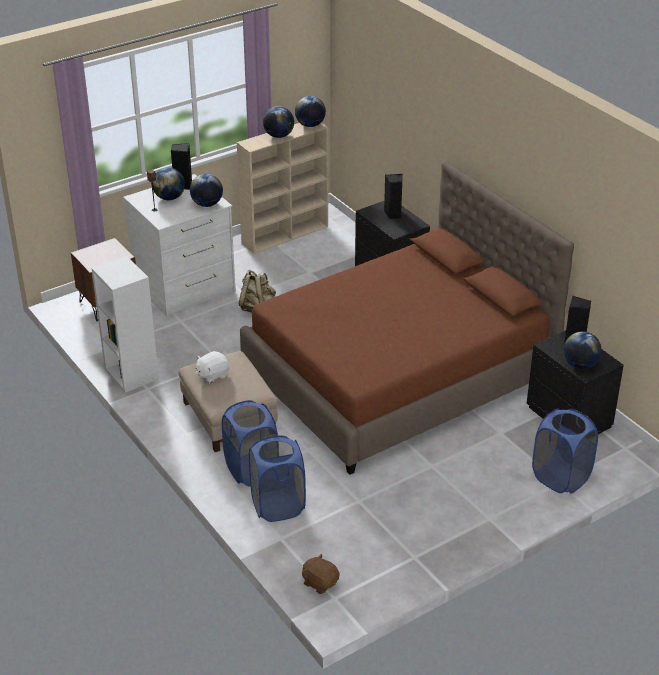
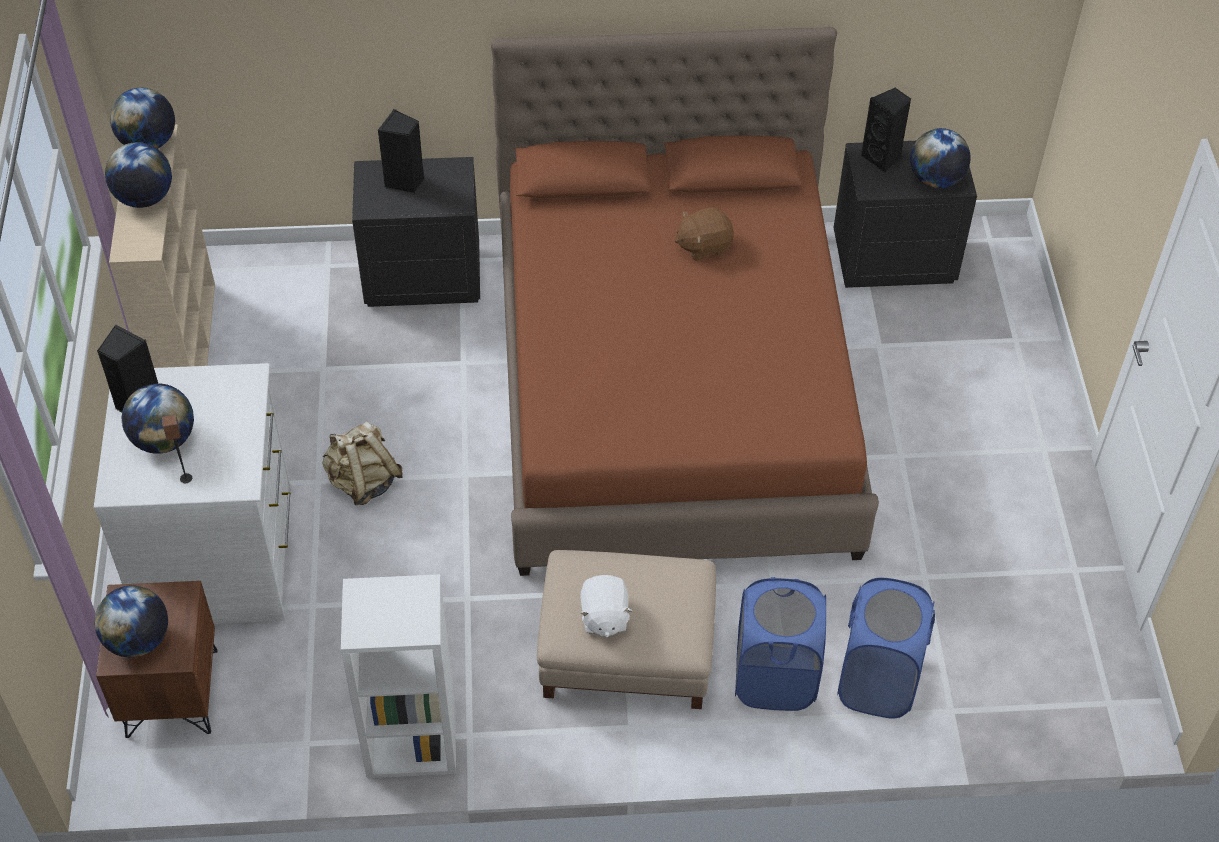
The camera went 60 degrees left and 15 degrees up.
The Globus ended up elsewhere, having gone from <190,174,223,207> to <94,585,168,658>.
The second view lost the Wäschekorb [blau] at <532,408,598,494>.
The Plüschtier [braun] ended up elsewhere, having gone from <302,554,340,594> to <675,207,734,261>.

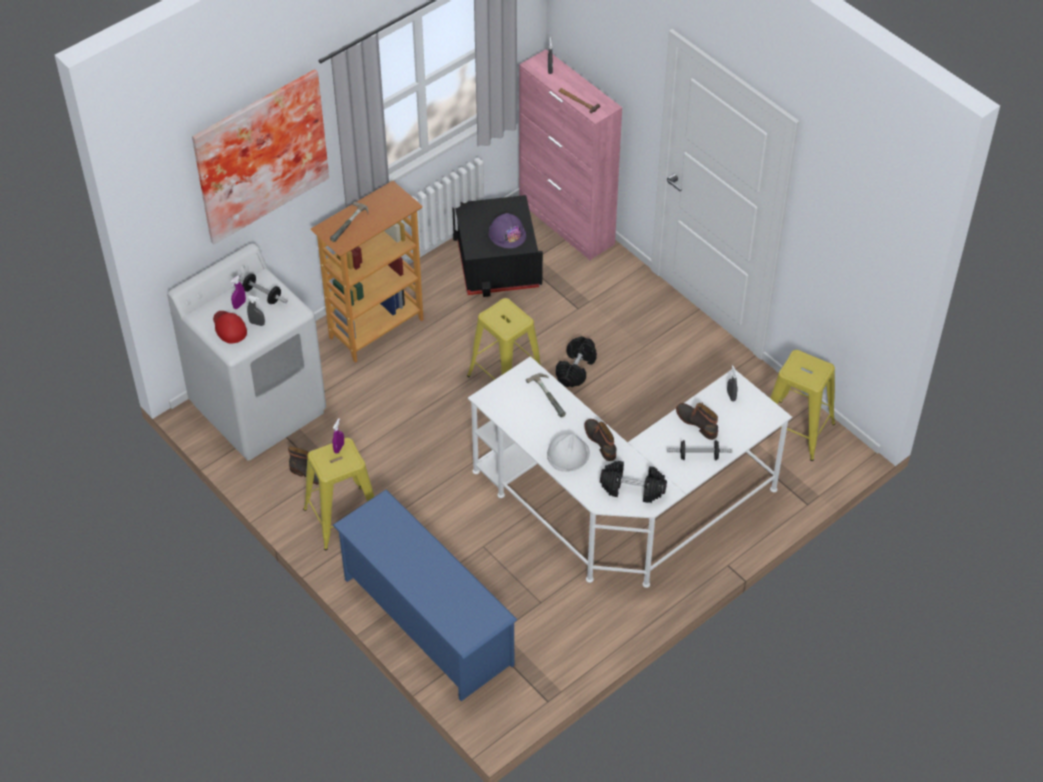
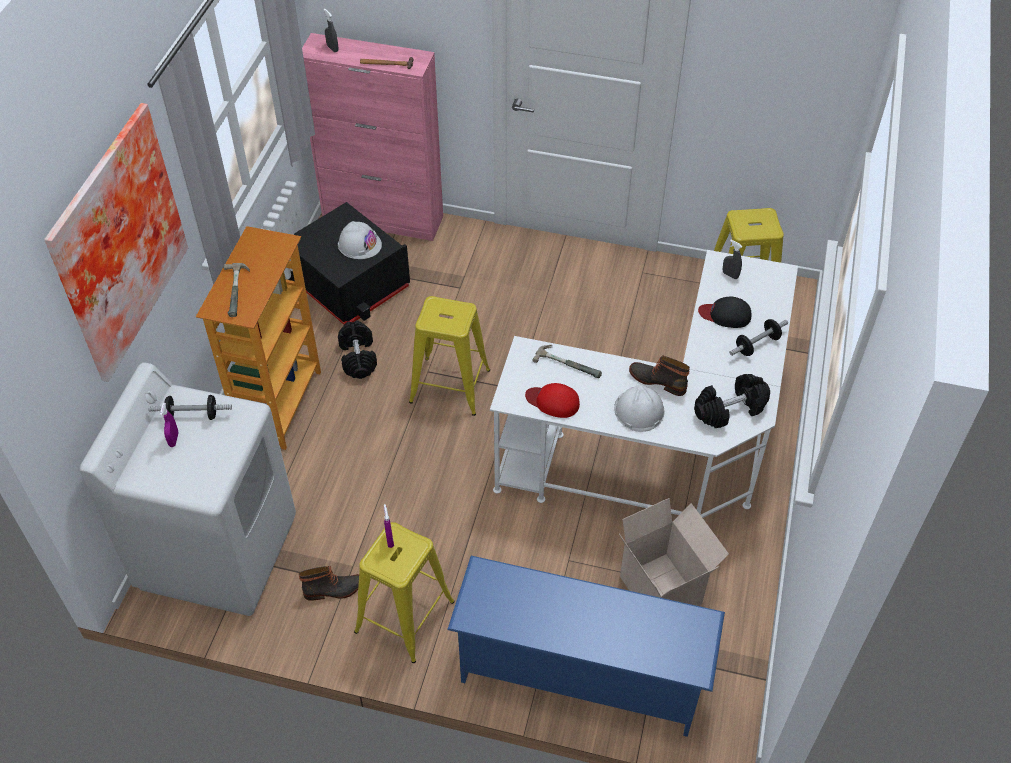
The camera went 35 degrees left and 0 degrees up.
What was the Schutzhelm [lila] at <489,213,526,248> turned into the Schutzhelm [weiß] at <338,221,382,259>.
The second view lost the Sprühflasche [grau] at <247,295,265,326>.
The Kappe [rot] ended up elsewhere, having gone from <213,311,247,343> to <525,383,580,418>.
The Hantel [schwarz] ended up elsewhere, having gone from <556,336,597,387> to <338,320,377,379>.
Where the Stiefel stood at <676,402,718,440>, the Kappe [schwarz] came to stand at <698,297,751,328>.
The second view gained the Karton at <619,498,729,606>.

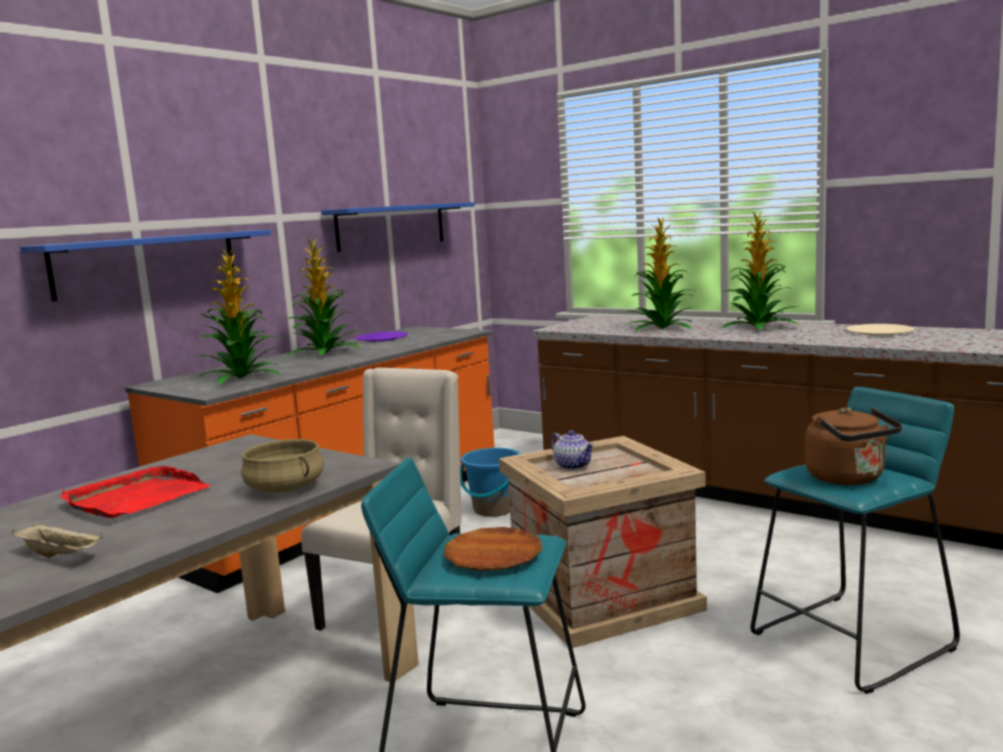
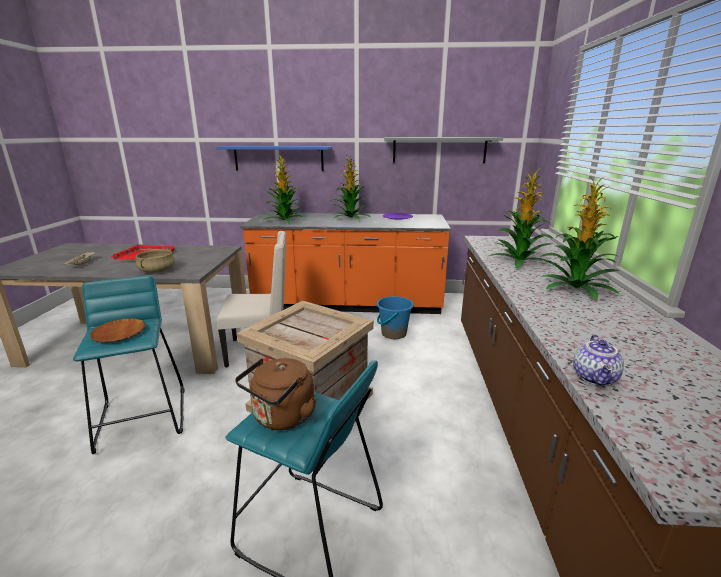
The camera went 55 degrees right and 10 degrees up.
What was the Wandregal [blau] at <321,202,475,252> turned into the Wandregal [grau] at <384,137,503,163>.
The second view lost the Teller [beige] at <846,324,914,336>.
The Teekanne ended up elsewhere, having gone from <550,430,594,470> to <573,335,624,386>.

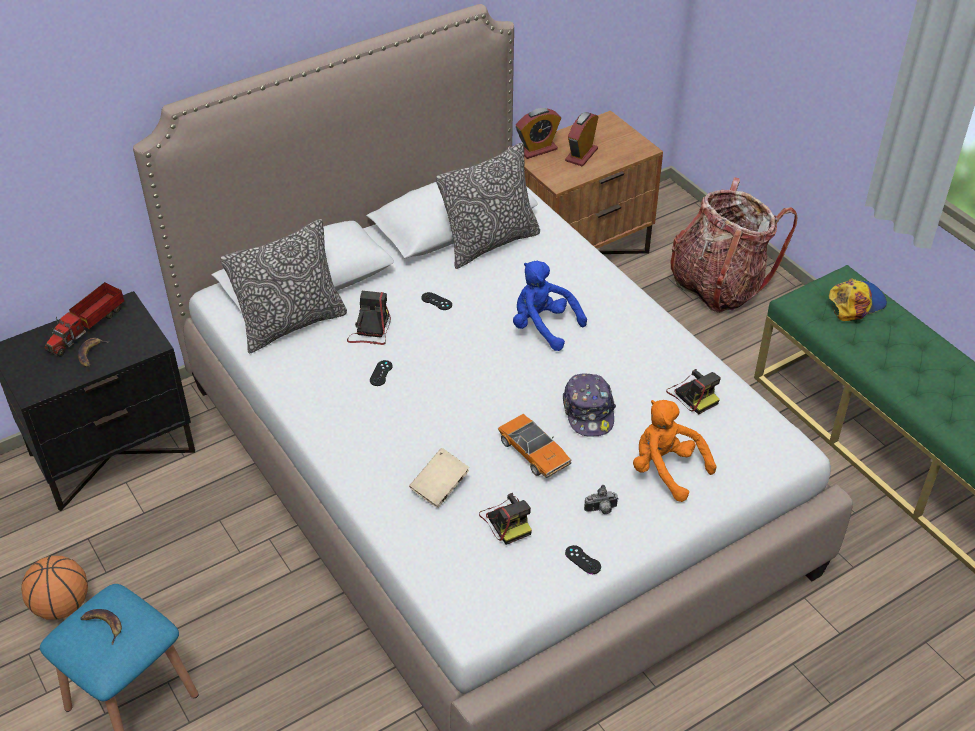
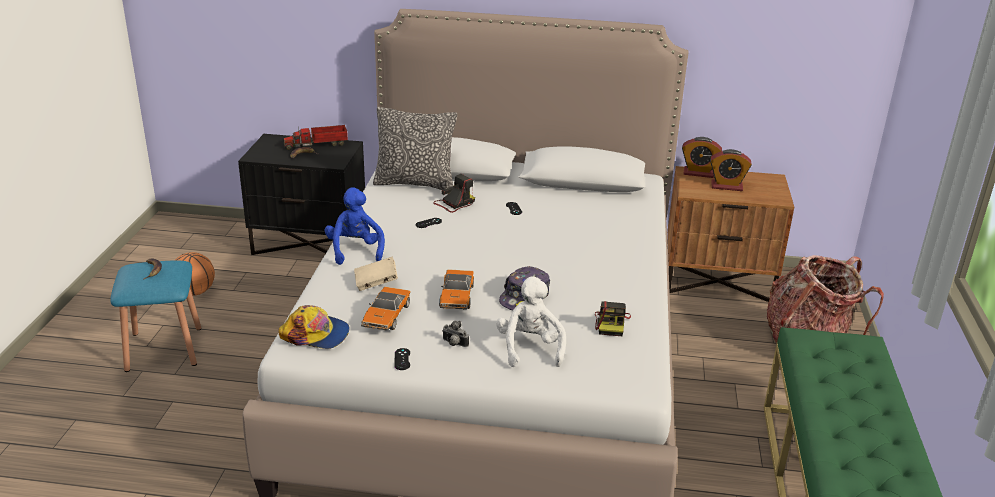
The camera went 40 degrees right and 15 degrees down.
The Wecker at <565,112,598,166> ended up facing another way, 150 degrees counterclockwise from before.
The second view lost the Kissen at <436,142,540,269>.
The Plüschtier [blau] ended up elsewhere, having gone from <513,261,587,351> to <325,188,385,265>.
The Kappe ended up elsewhere, having gone from <829,278,887,321> to <278,305,350,349>.
What was the Plüschtier [orange] at <633,400,716,502> turned into the Plüschtier [weiß] at <496,276,566,367>.
Where the Kamera stood at <479,493,532,545>, the Spielzeugauto came to stand at <361,287,411,331>.

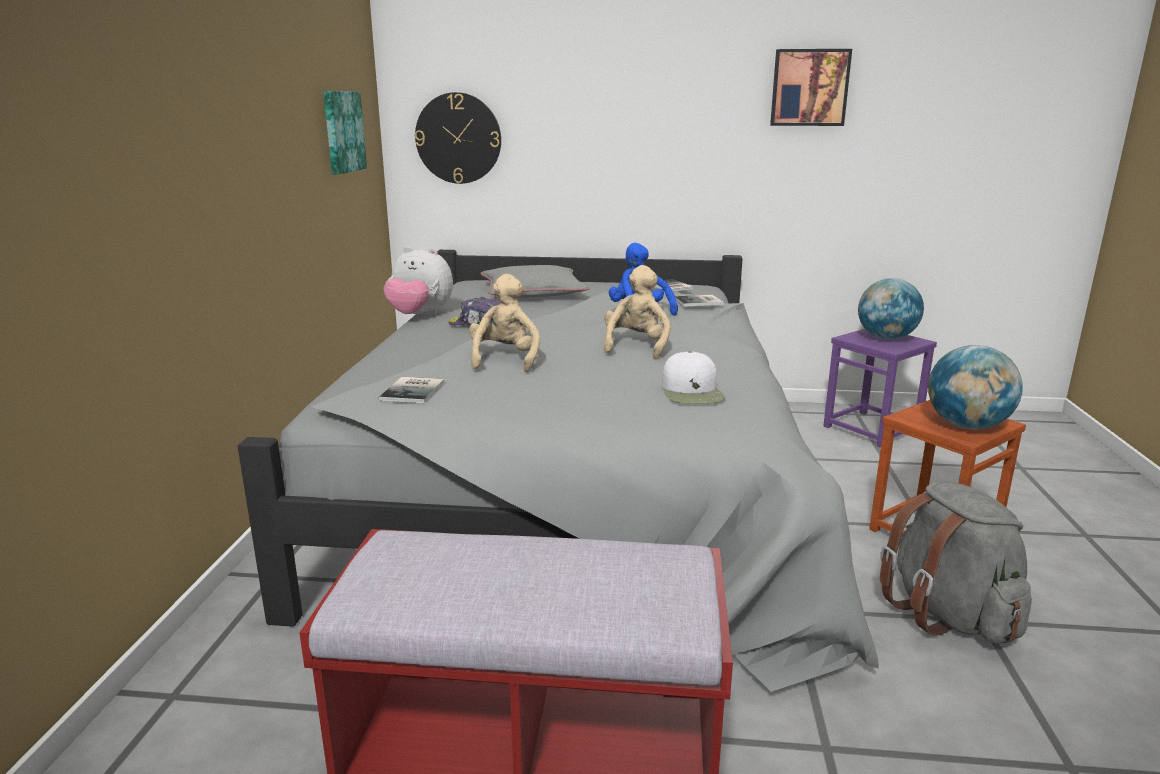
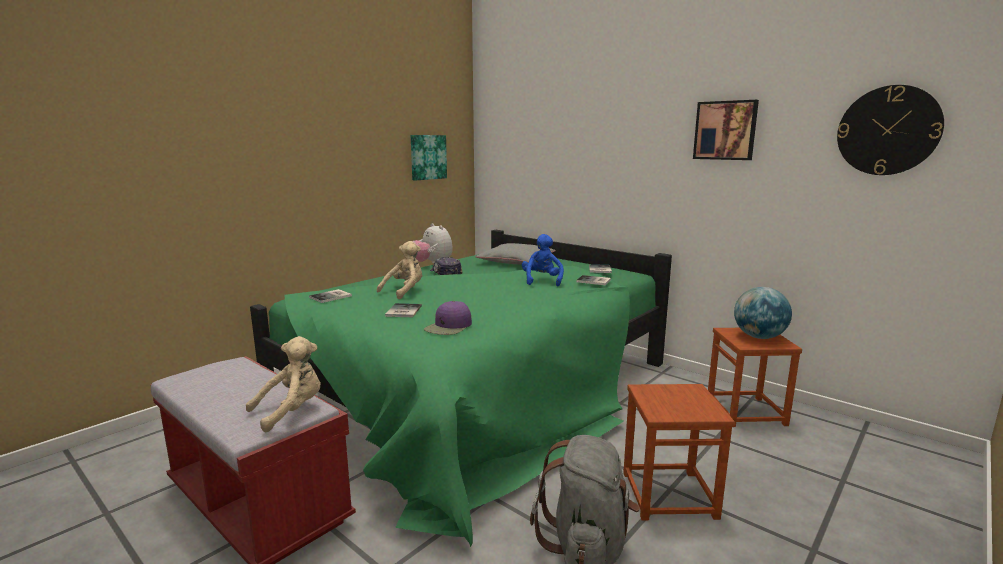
The camera went 35 degrees right and 5 degrees down.
The Wanduhr ended up elsewhere, having gone from <415,92,501,184> to <837,85,944,175>.
What was the Bett [grau] at <238,250,879,692> turned into the Bett [grün] at <250,230,672,547>.
The Plüschtier [beige] ended up elsewhere, having gone from <604,265,671,359> to <246,336,321,432>.
What was the Hocker [lila] at <823,329,937,448> turned into the Hocker [braun] at <708,328,802,427>.
The second view lost the Globus at <928,345,1023,430>.
What was the Kappe [weiß] at <662,351,725,404> turned into the Kappe [lila] at <424,301,472,335>.
The second view gained the Buch at <385,303,422,317>.

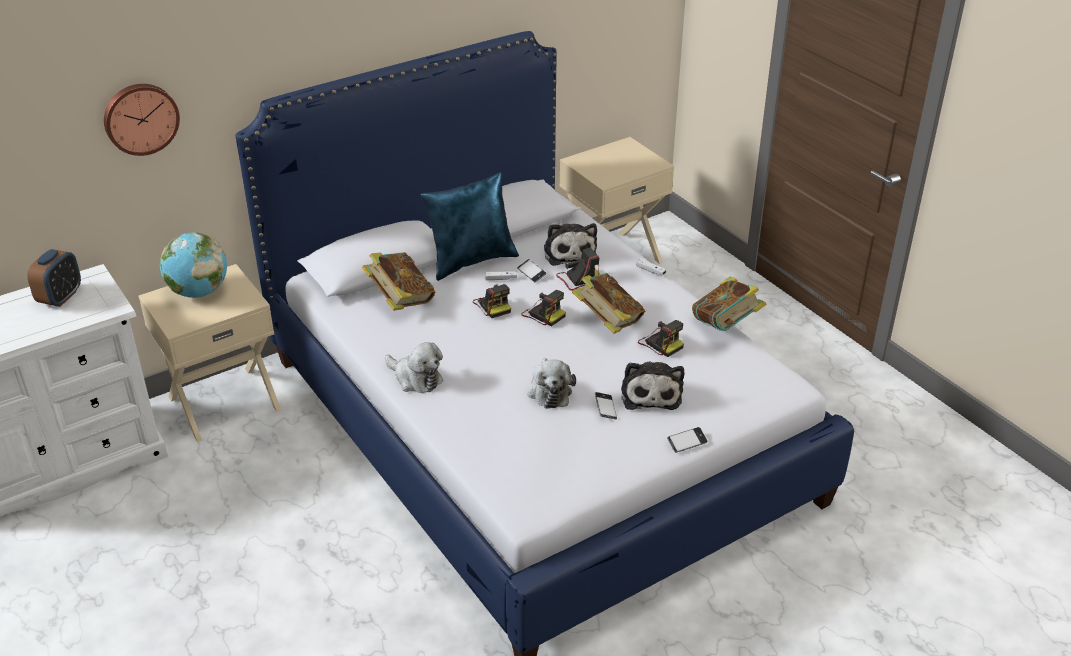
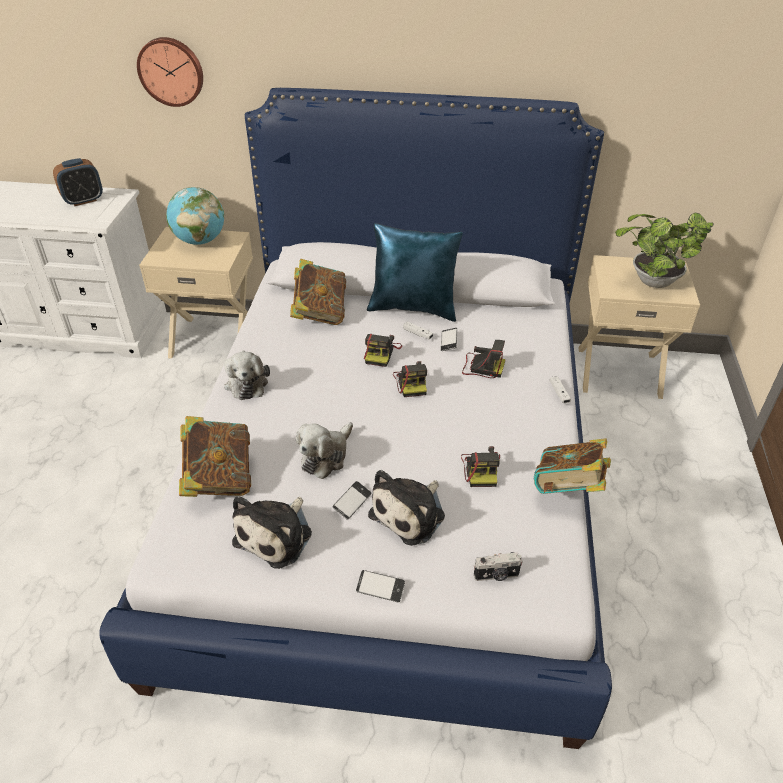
The camera went 40 degrees right and 5 degrees up.
The Plüschtier ended up elsewhere, having gone from <544,223,597,266> to <232,496,312,569>.
The Buch ended up elsewhere, having gone from <572,273,646,334> to <179,416,251,497>.
The second view gained the Topfpflanze at <615,213,713,288>.
The second view gained the Kamera at <474,552,523,581>.

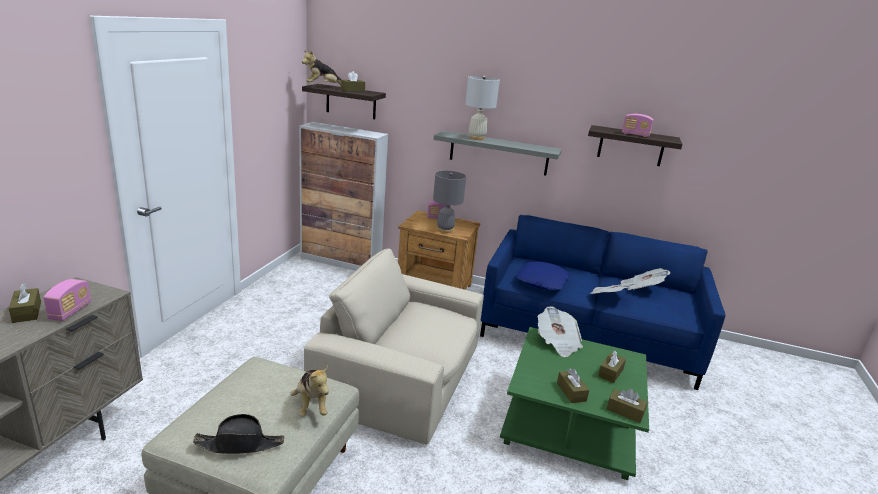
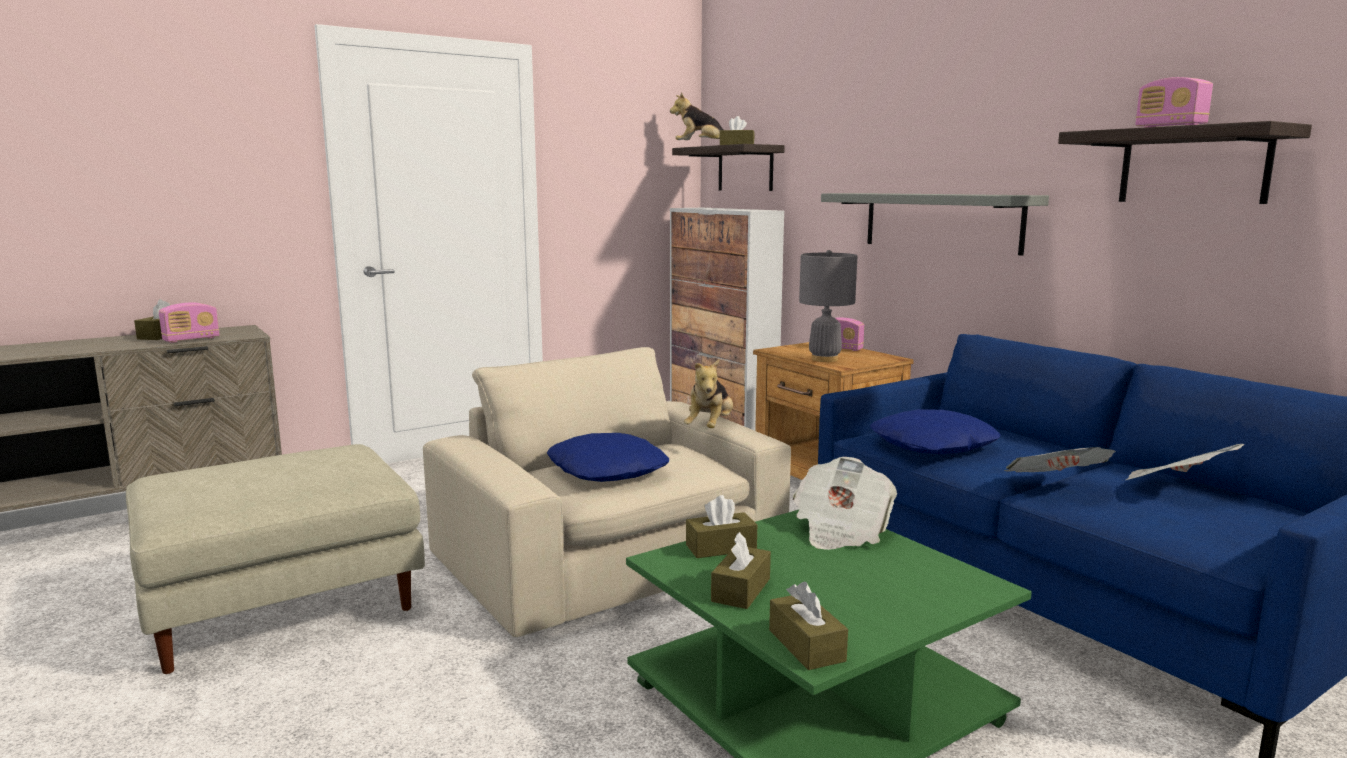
The camera went 40 degrees right and 10 degrees down.
The second view lost the Tischlampe [weiß] at <465,75,500,140>.
The Taschentuchbox [braun] ended up elsewhere, having gone from <598,350,626,383> to <686,495,757,558>.
The Plüschtier ended up elsewhere, having gone from <291,366,329,417> to <684,359,733,428>.
The second view lost the Hut [schwarz] at <193,414,284,454>.
The second view gained the Kissen [blau] at <547,433,669,482>.

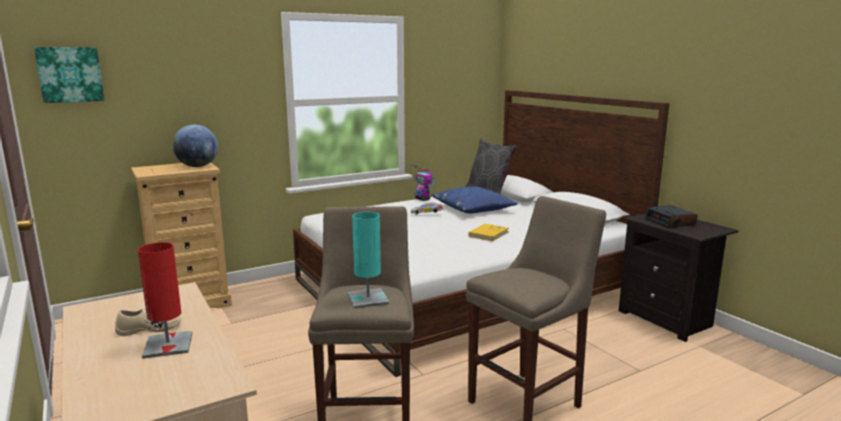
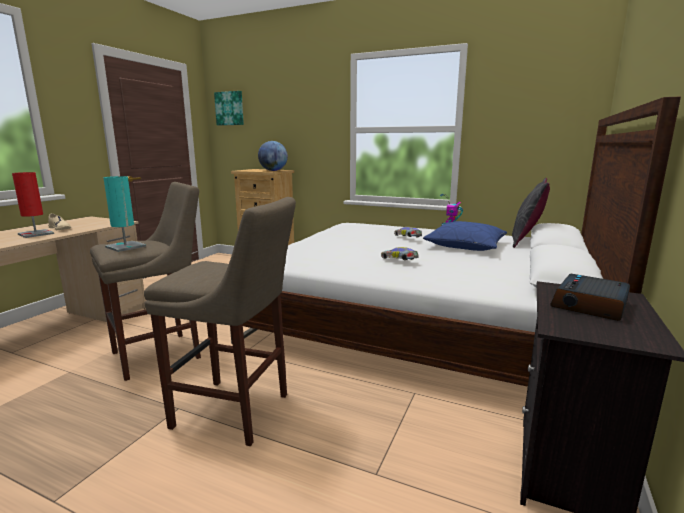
The camera went 55 degrees right and 0 degrees up.
Where the Buch [gelb] stood at <468,224,509,241>, the Spielzeugauto came to stand at <381,247,419,260>.

